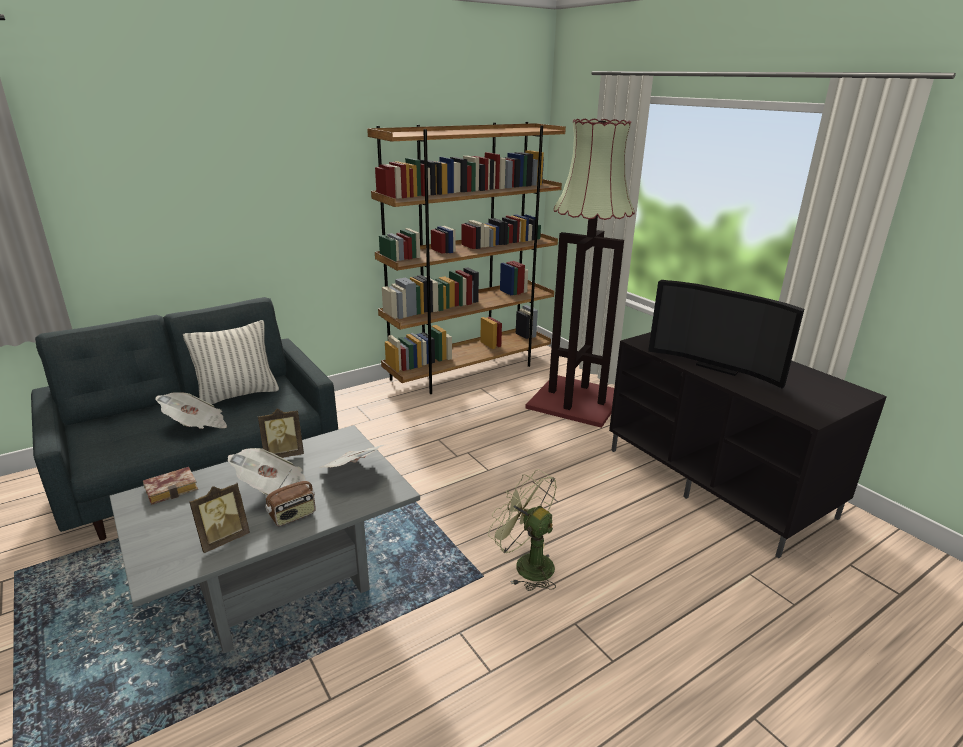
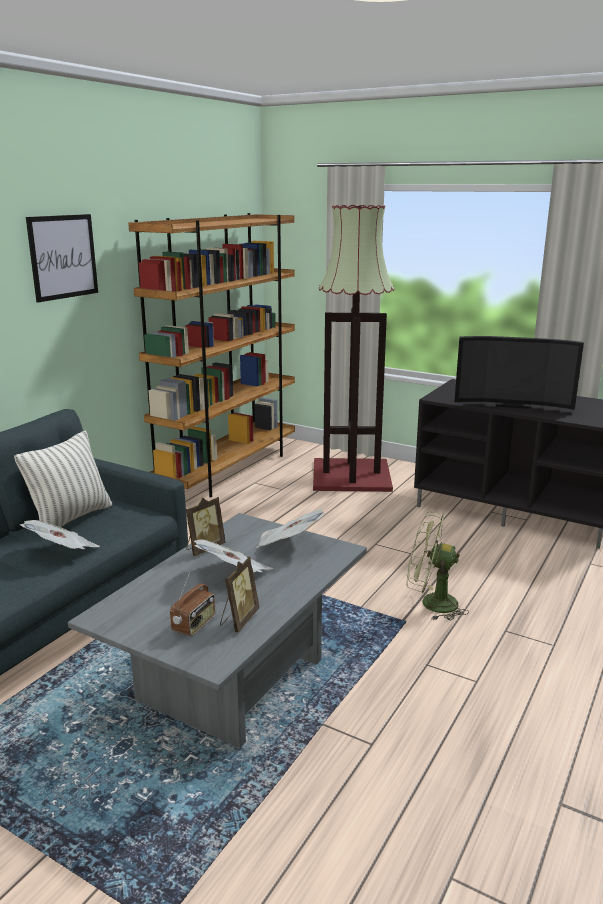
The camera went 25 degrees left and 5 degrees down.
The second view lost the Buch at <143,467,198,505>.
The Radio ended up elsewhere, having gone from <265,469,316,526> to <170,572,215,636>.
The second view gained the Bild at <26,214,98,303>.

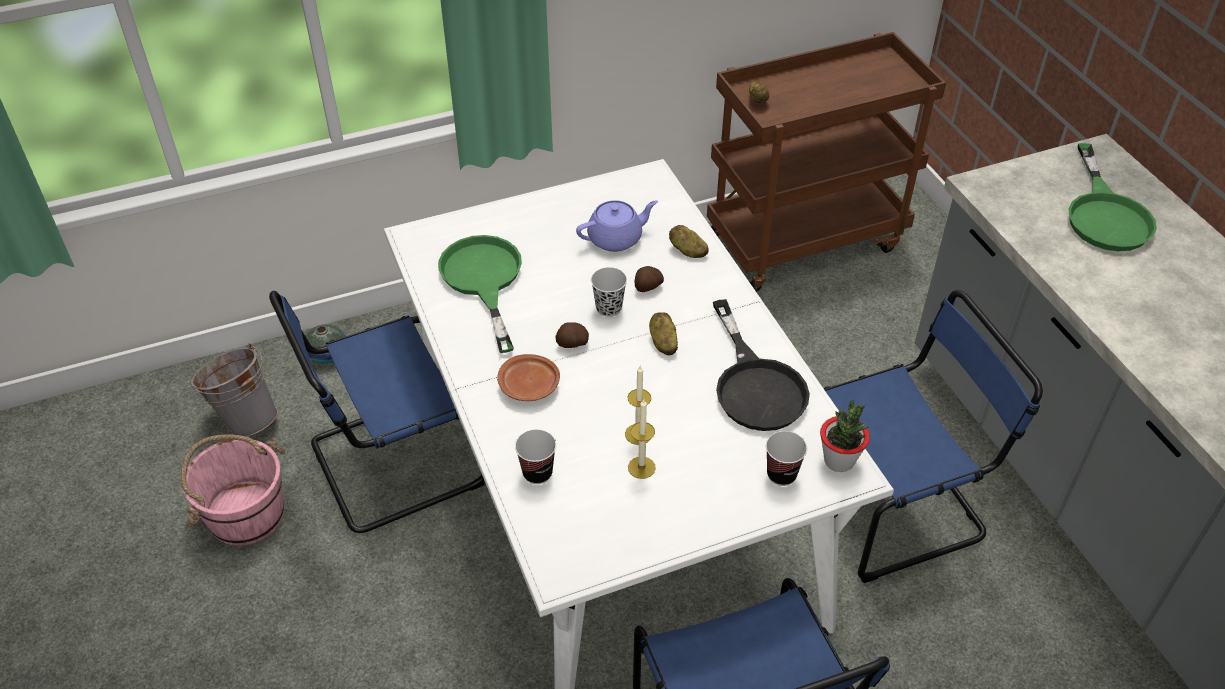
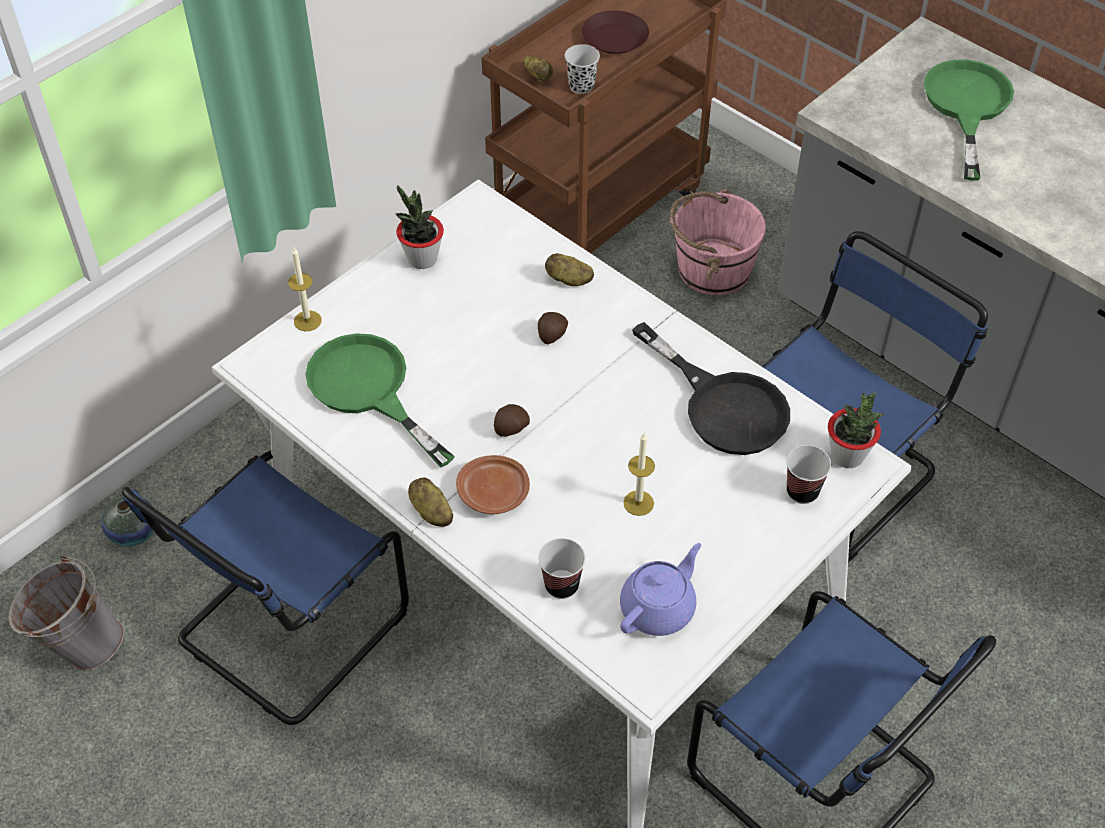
The camera went 25 degrees left and 5 degrees up.
The Pfanne [grün] at <1069,143,1157,251> ended up facing another way, 150 degrees counterclockwise from before.
The Teekanne [lila] ended up elsewhere, having gone from <576,200,658,252> to <620,543,701,636>.
The Tasse [schwarz] ended up elsewhere, having gone from <591,267,627,317> to <565,44,600,94>.
The Kartoffel ended up elsewhere, having gone from <649,312,678,355> to <408,477,453,527>.
The Kerze ended up elsewhere, having gone from <628,399,656,479> to <288,248,322,331>.
The Eimer [rosa] ended up elsewhere, having gone from <181,434,285,546> to <670,189,766,296>.
The second view gained the Teller [braun] at <582,10,649,54>.
The second view gained the Topfpflanze at <396,185,444,269>.

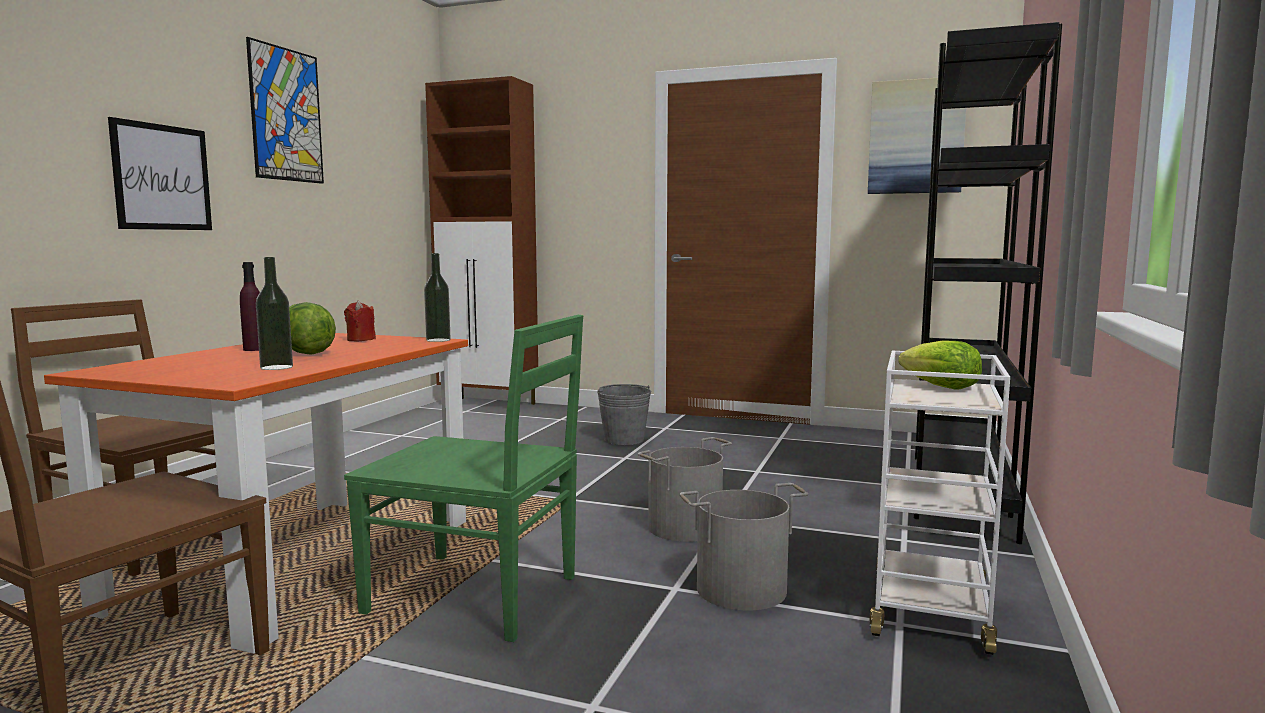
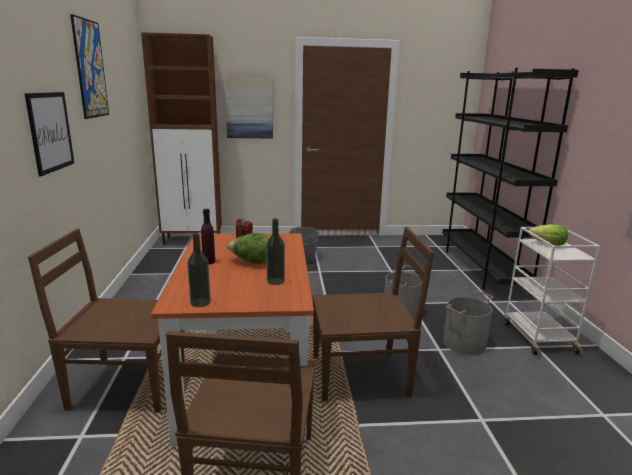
The camera went 25 degrees left and 10 degrees up.
The Bild ended up elsewhere, having gone from <868,78,966,194> to <224,78,273,139>.
The Flasche ended up elsewhere, having gone from <424,253,451,342> to <187,233,211,307>.
What was the Stuhl [grün] at <344,315,583,642> turned into the Stuhl [braun] at <312,227,434,402>.

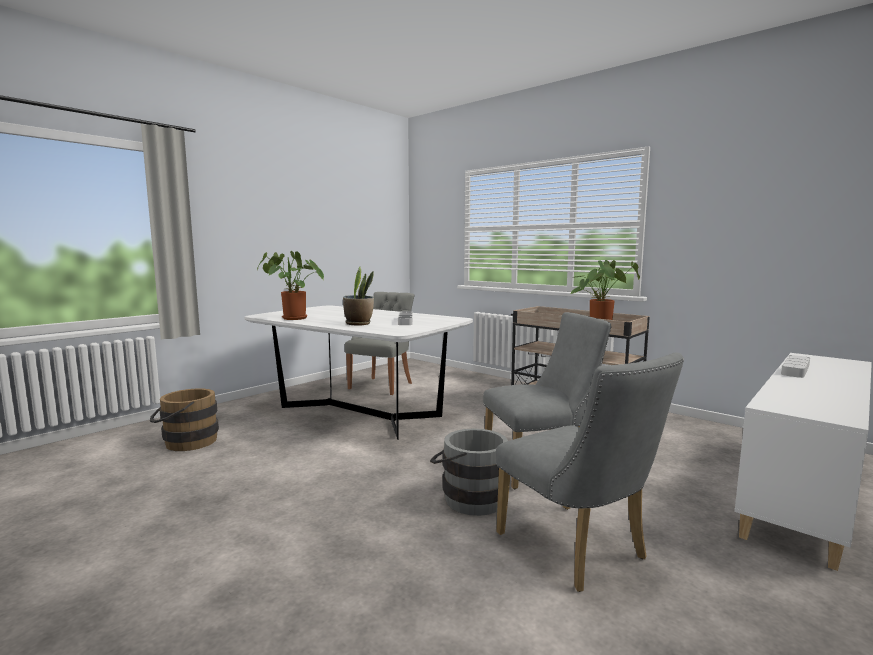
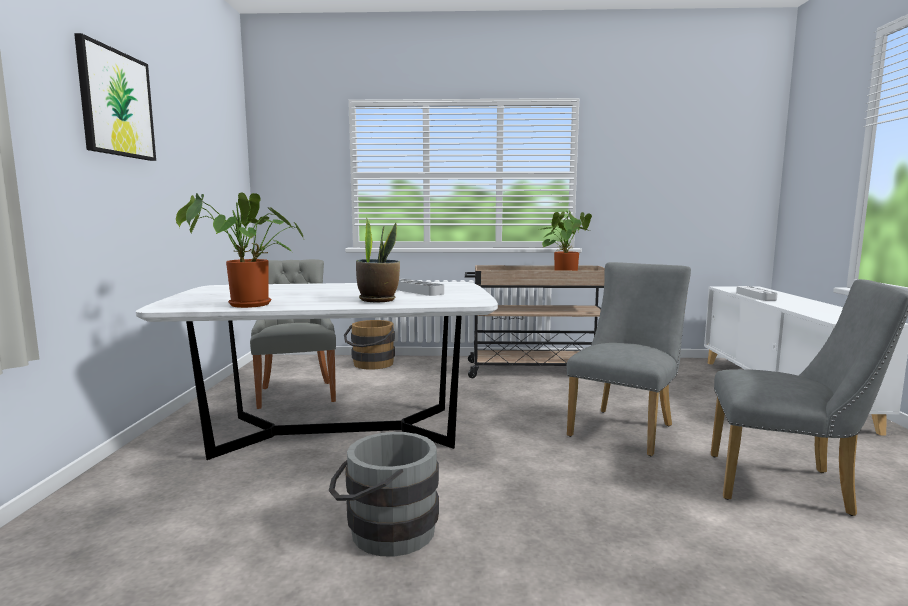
The camera went 40 degrees left and 0 degrees up.
The Eimer [braun] ended up elsewhere, having gone from <150,388,219,451> to <344,320,395,370>.
The Eimer [grau] ended up elsewhere, having gone from <430,428,508,516> to <329,432,439,557>.
The second view gained the Bild at <74,33,156,161>.

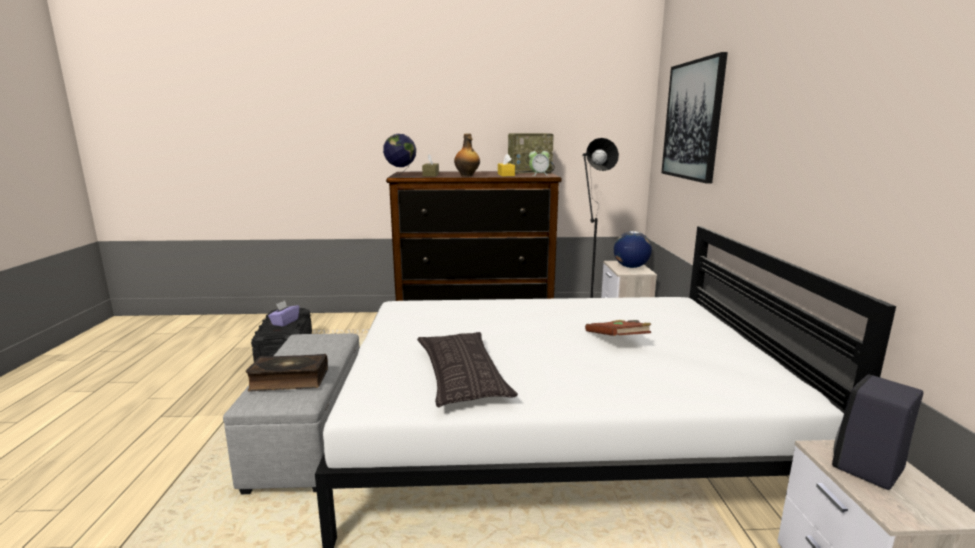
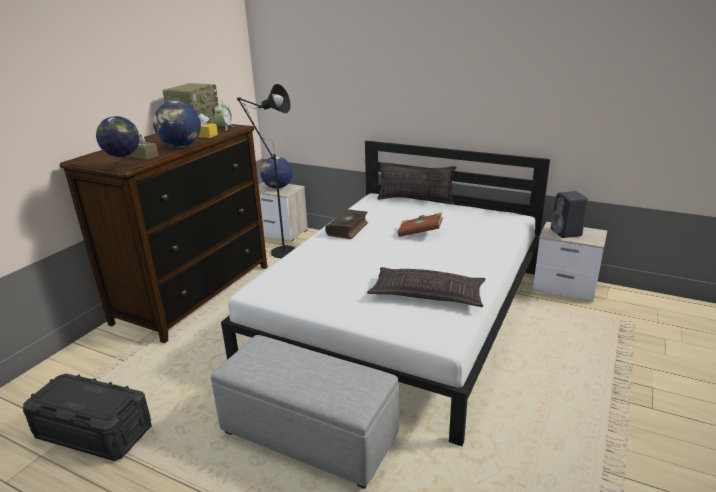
The camera went 60 degrees left and 10 degrees up.
The second view lost the Bild at <661,52,728,184>.
Where the Flasche stood at <454,134,480,177>, the Globus came to stand at <153,101,201,147>.
The second view lost the Taschentuchbox [lila] at <268,301,299,327>.
The Buch ended up elsewhere, having gone from <246,354,328,392> to <325,209,368,239>.
The second view gained the Kissen at <377,162,457,204>.

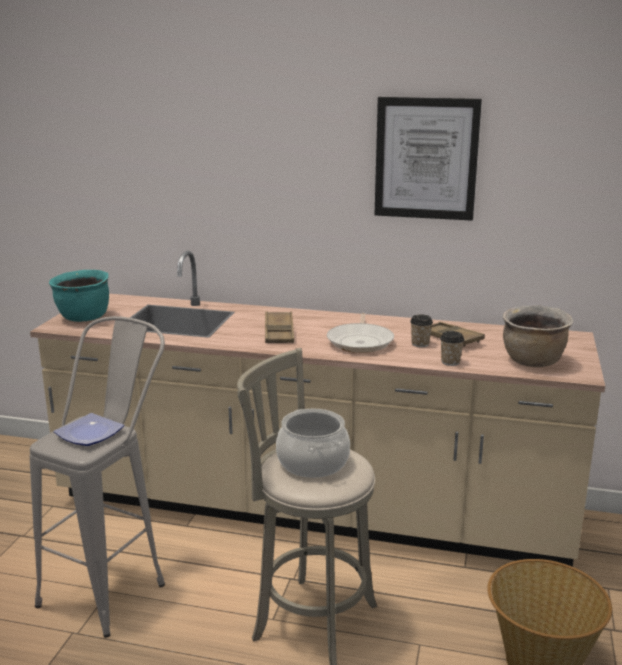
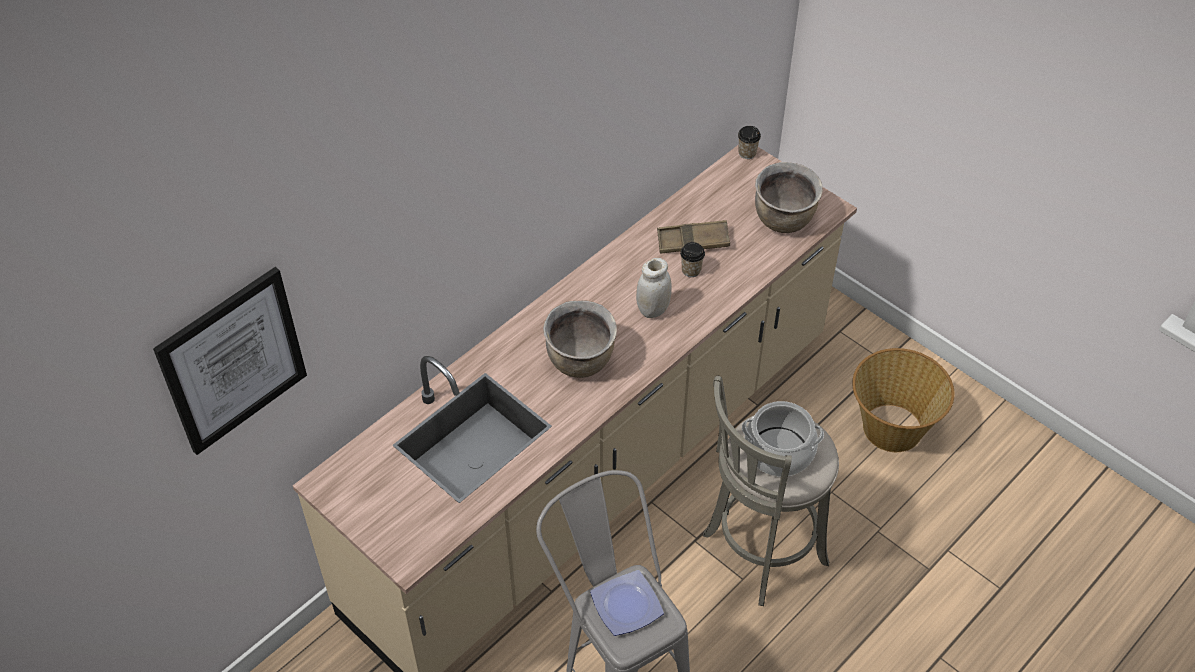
The camera went 60 degrees left and 30 degrees up.
The Bild ended up elsewhere, having gone from <375,97,482,221> to <153,267,307,455>.
The second view lost the Kochtopf [türkis] at <49,270,109,322>.
Where the Tablett [braun] stood at <265,311,294,343>, the Kochtopf [braun] came to stand at <543,301,617,378>.
Where the Pfanne stood at <327,313,394,353>, the Vorratsglas [weiß] came to stand at <636,258,672,318>.
The Tasse ended up elsewhere, having gone from <440,331,464,366> to <738,126,761,159>.

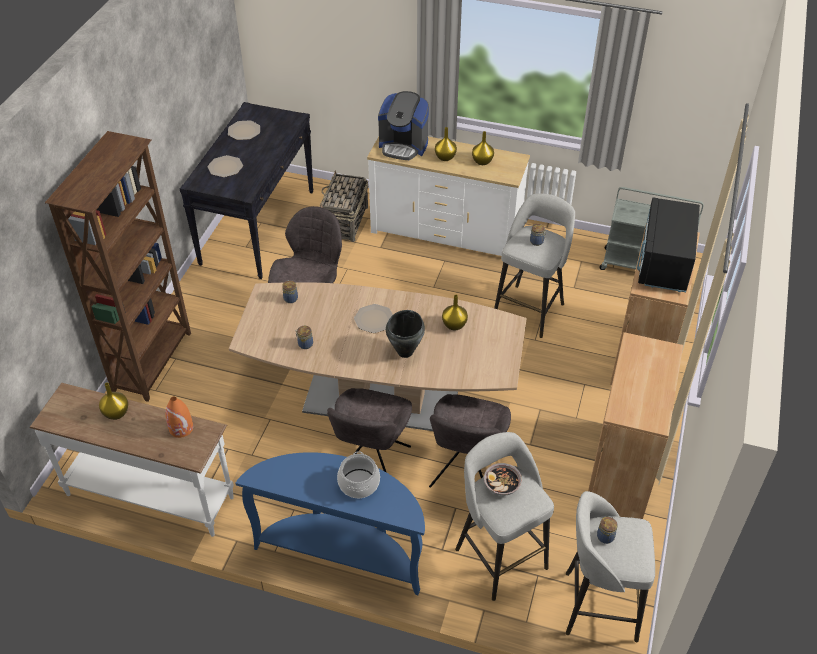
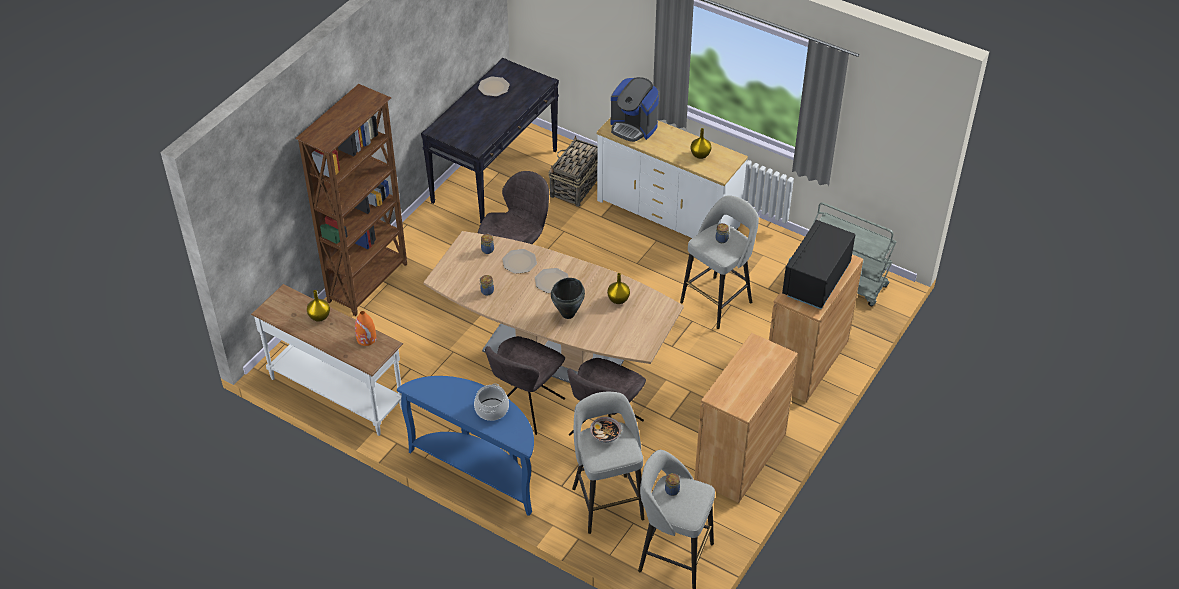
The camera went 15 degrees right and 0 degrees up.
The second view lost the Vase [gelb] at <435,127,457,161>.
The Teller ended up elsewhere, having gone from <208,155,243,177> to <502,249,537,274>.

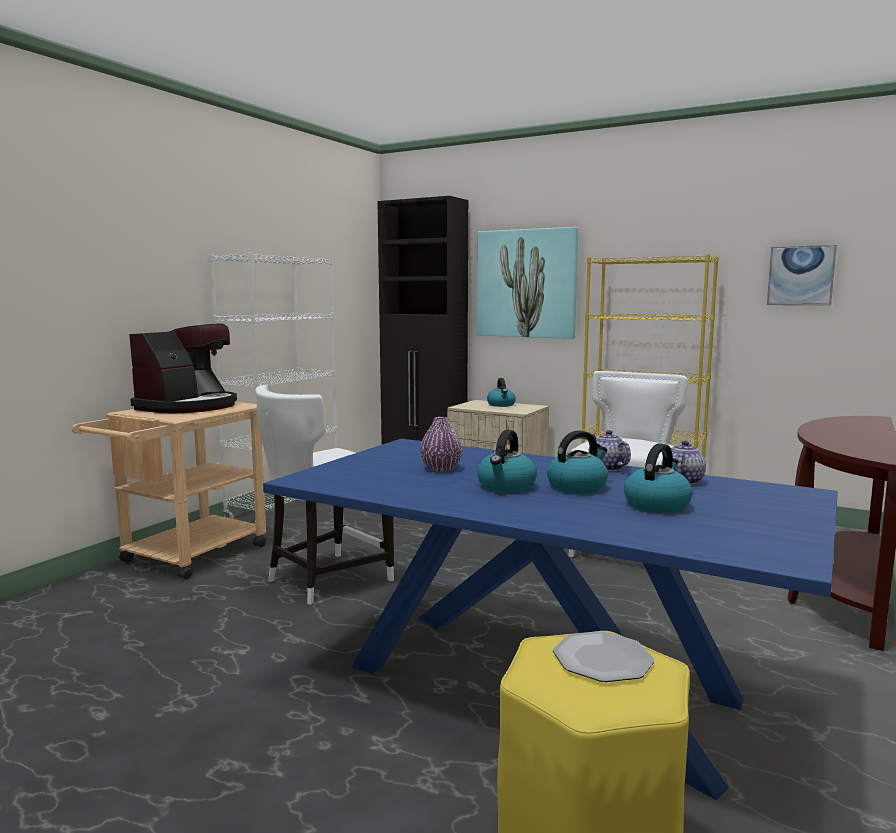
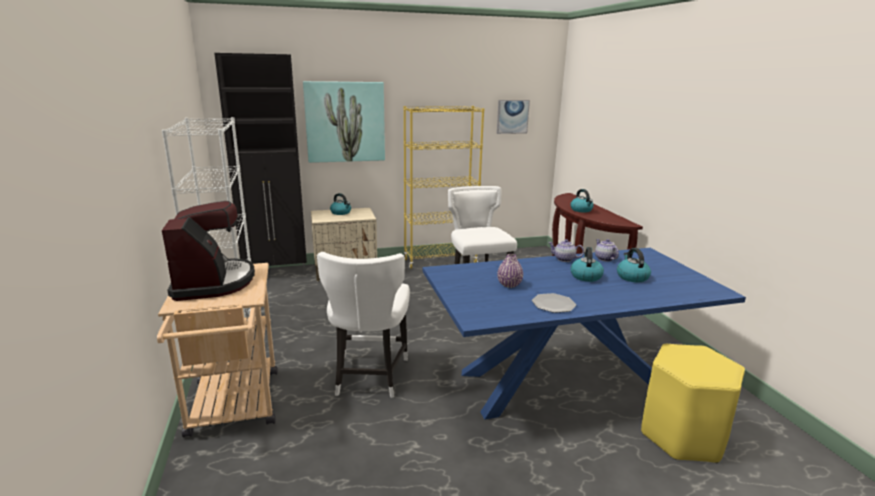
The camera went 45 degrees left and 10 degrees up.
The Wasserkessel ended up elsewhere, having gone from <477,430,537,493> to <570,189,594,212>.
The Teller ended up elsewhere, having gone from <553,631,655,682> to <532,293,576,313>.

